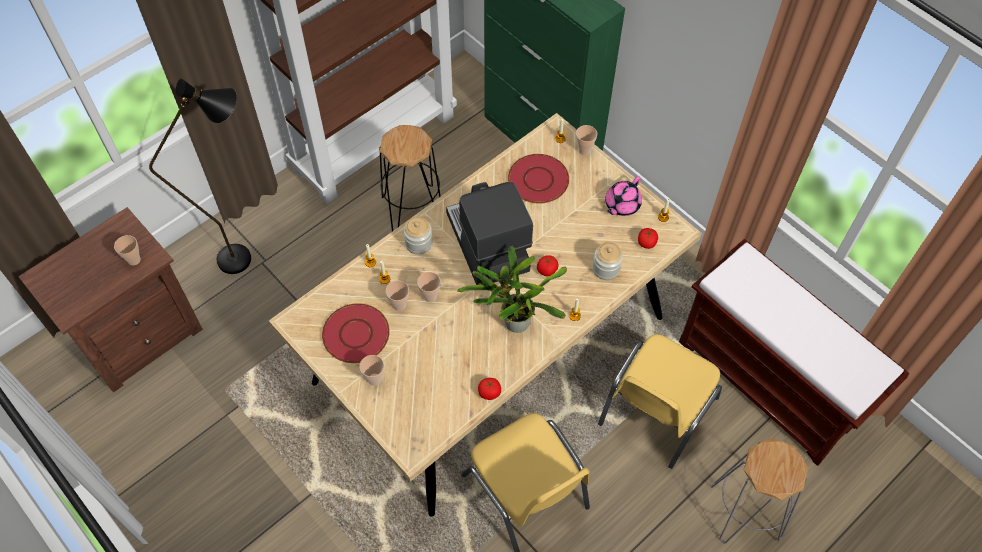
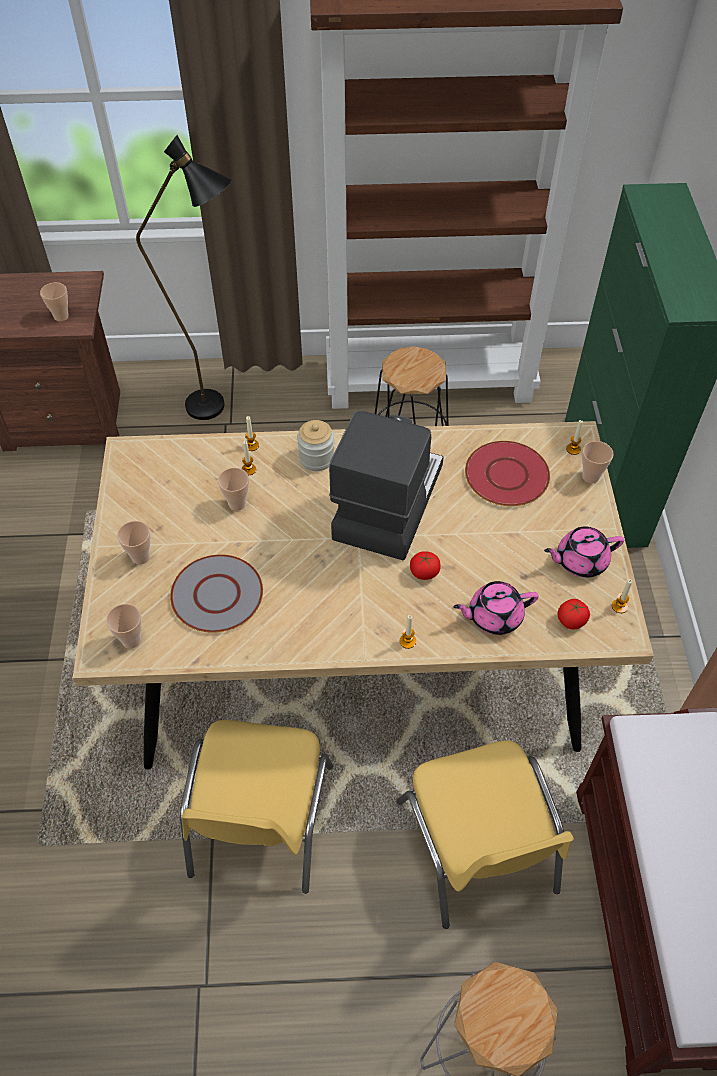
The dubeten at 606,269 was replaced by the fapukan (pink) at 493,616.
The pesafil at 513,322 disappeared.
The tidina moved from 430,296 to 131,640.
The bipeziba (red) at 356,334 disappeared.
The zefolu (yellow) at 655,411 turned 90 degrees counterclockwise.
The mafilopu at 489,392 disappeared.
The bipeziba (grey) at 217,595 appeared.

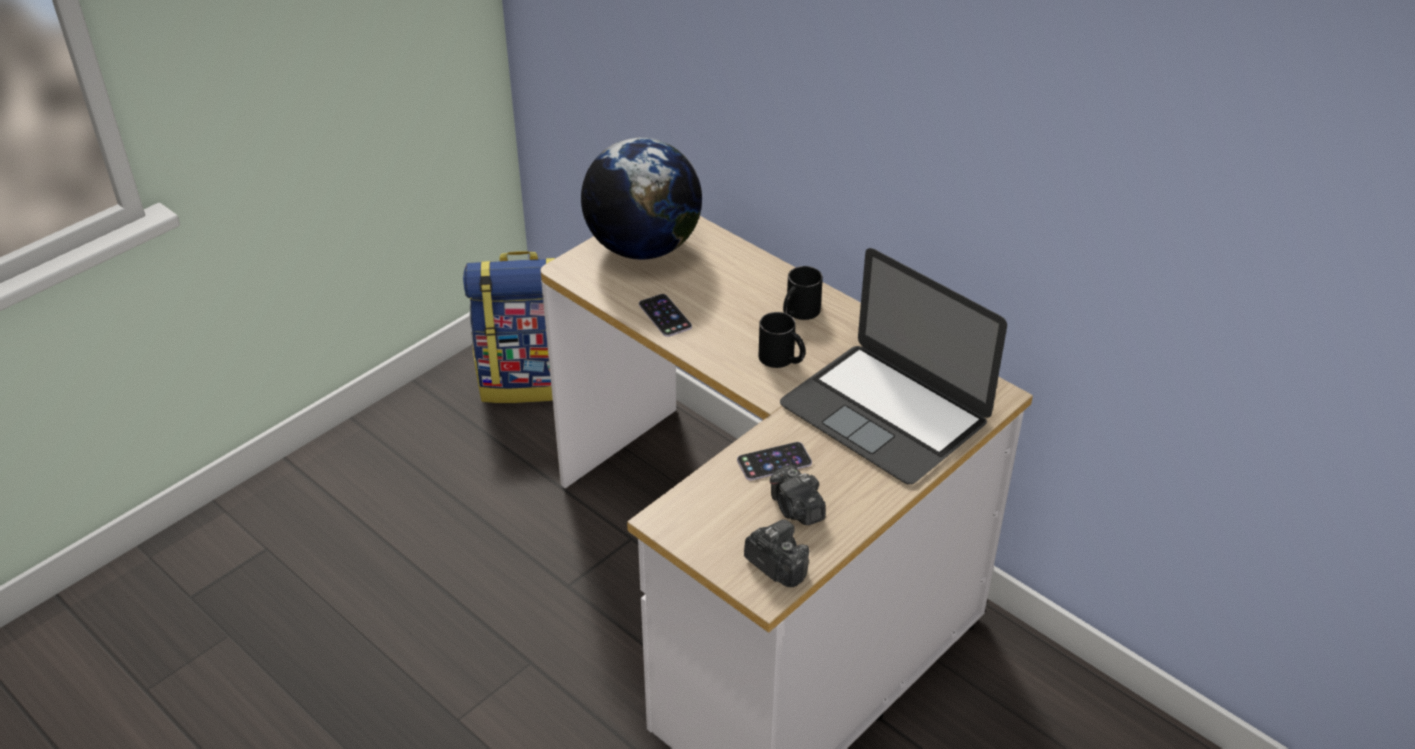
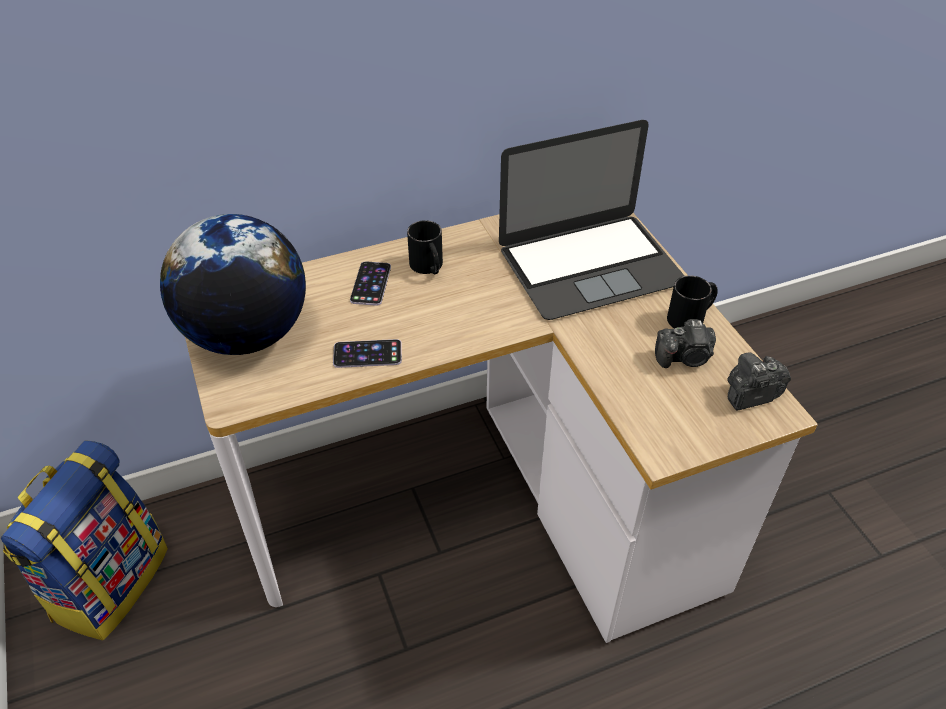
The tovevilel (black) moved from 782,359 to 691,317.
The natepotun moved from 774,461 to 371,283.

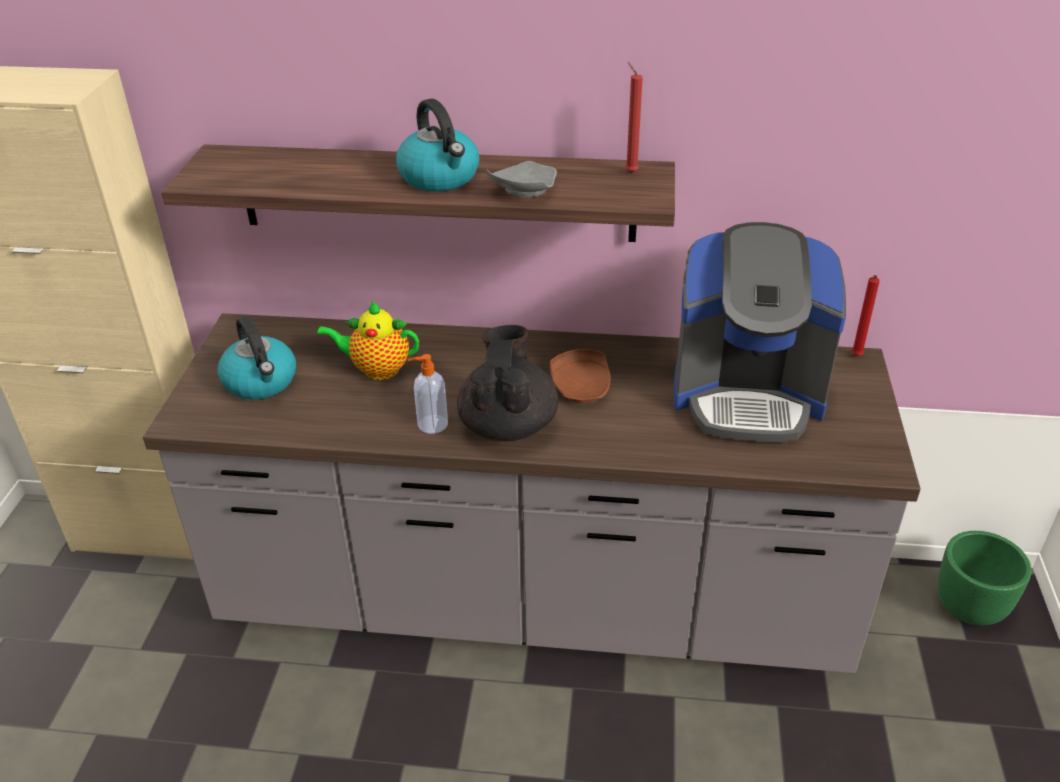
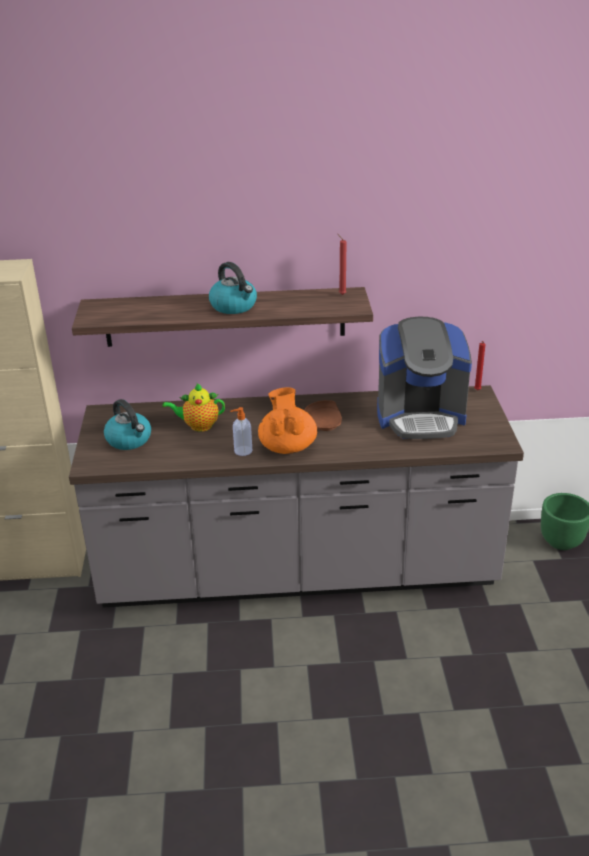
The bipeziba (grey) at 522,191 disappeared.
The fapukan (black) at 508,425 became the fapukan (orange) at 287,446.

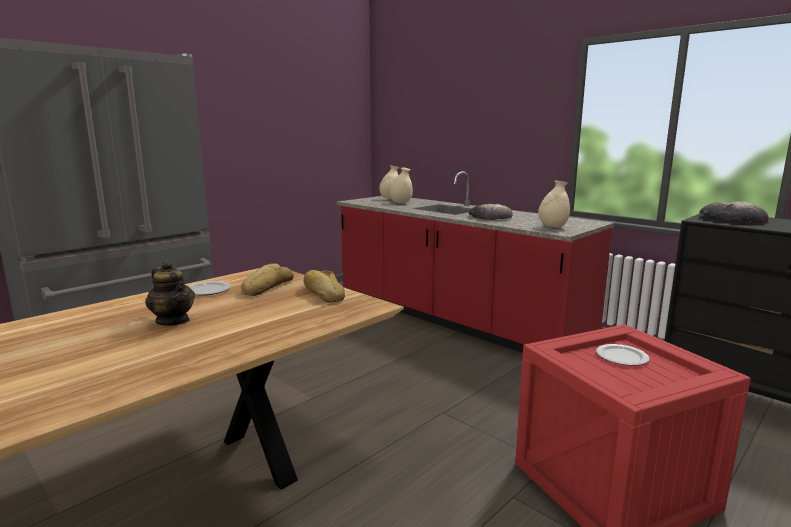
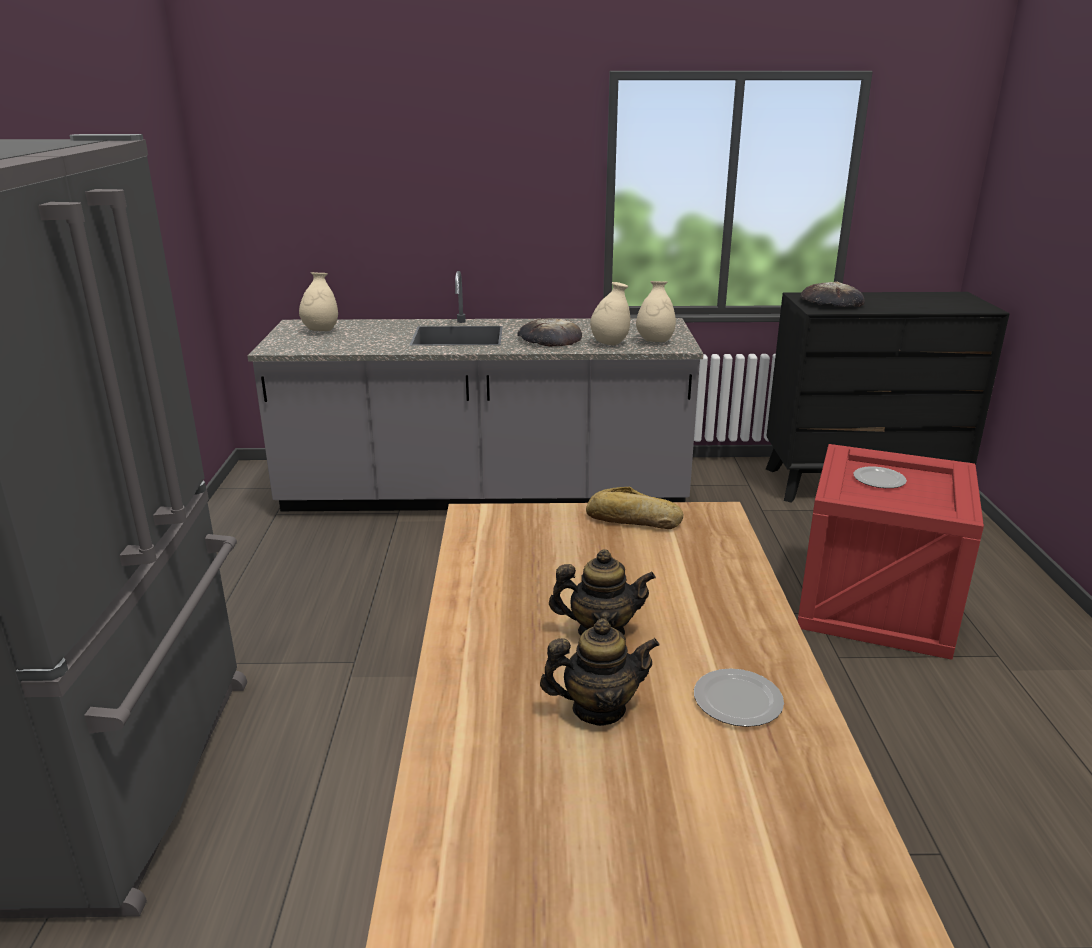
The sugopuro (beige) moved from 401,203 to 609,343.
The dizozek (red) at 454,318 became the dizozek (grey) at 485,493.
The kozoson at 266,287 disappeared.
The bipeziba moved from 208,290 to 736,700.
The fapukan at 598,709 appeared.

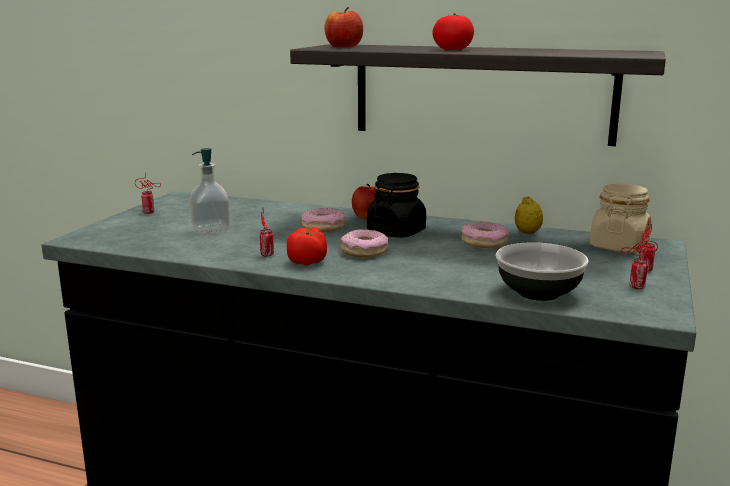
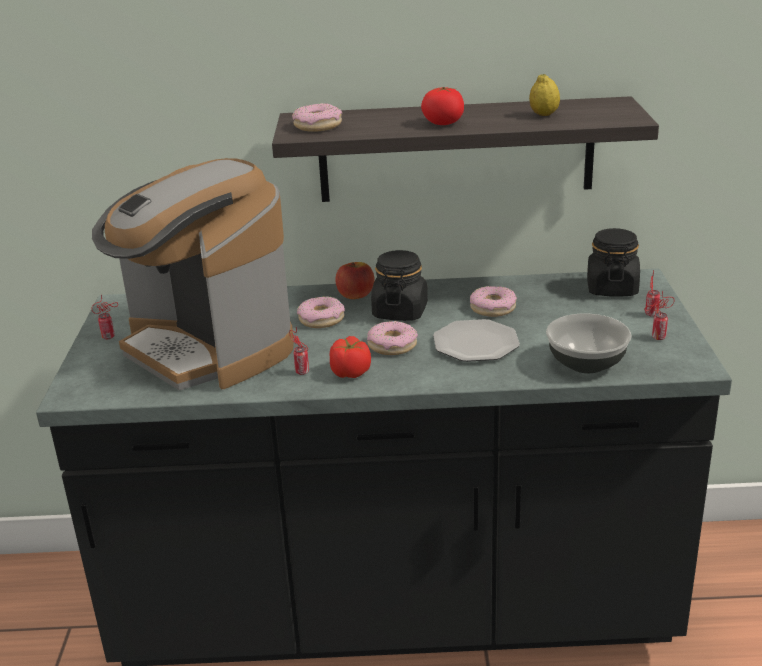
The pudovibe at 343,46 was replaced by the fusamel at 317,126.
The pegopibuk at 211,229 was replaced by the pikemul at 207,348.
The dubeten (beige) at 618,246 became the dubeten (black) at 611,288.
The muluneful moved from 527,232 to 544,115.
The bipeziba at 475,344 appeared.

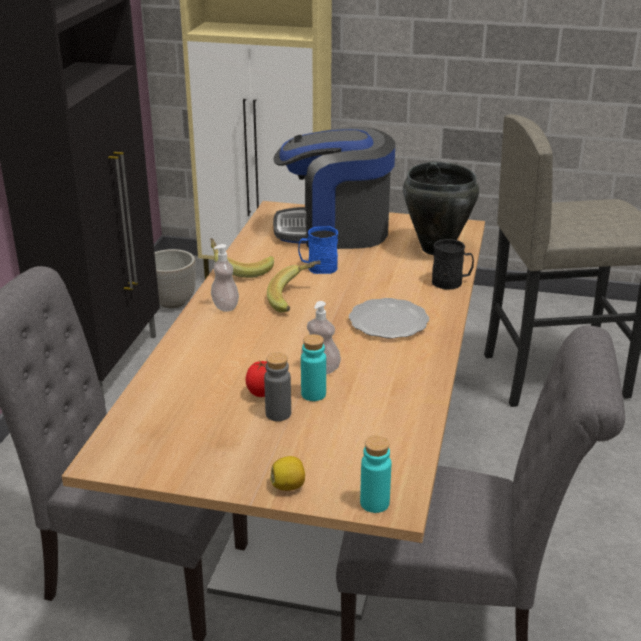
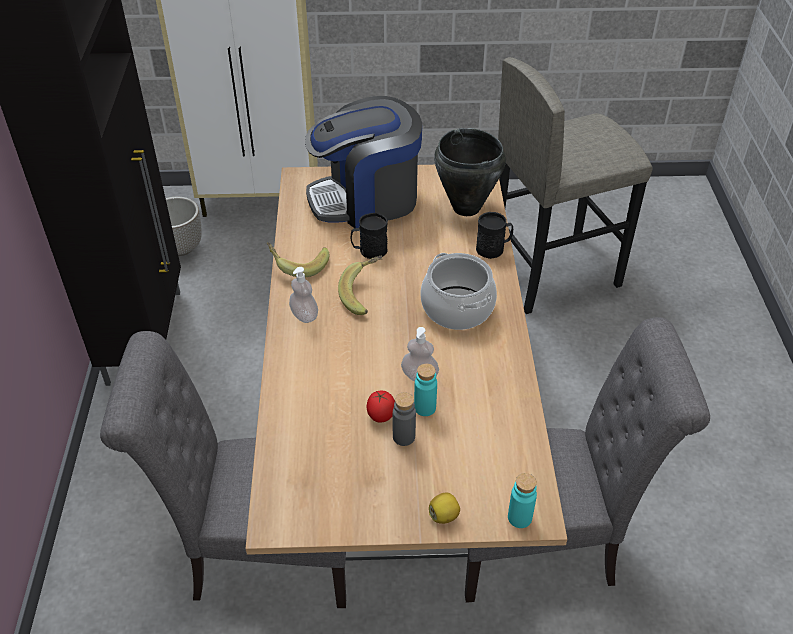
The tovevilel (blue) at 318,268 became the tovevilel (black) at 369,250.
The bipeziba at 389,322 was replaced by the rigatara at 458,308.

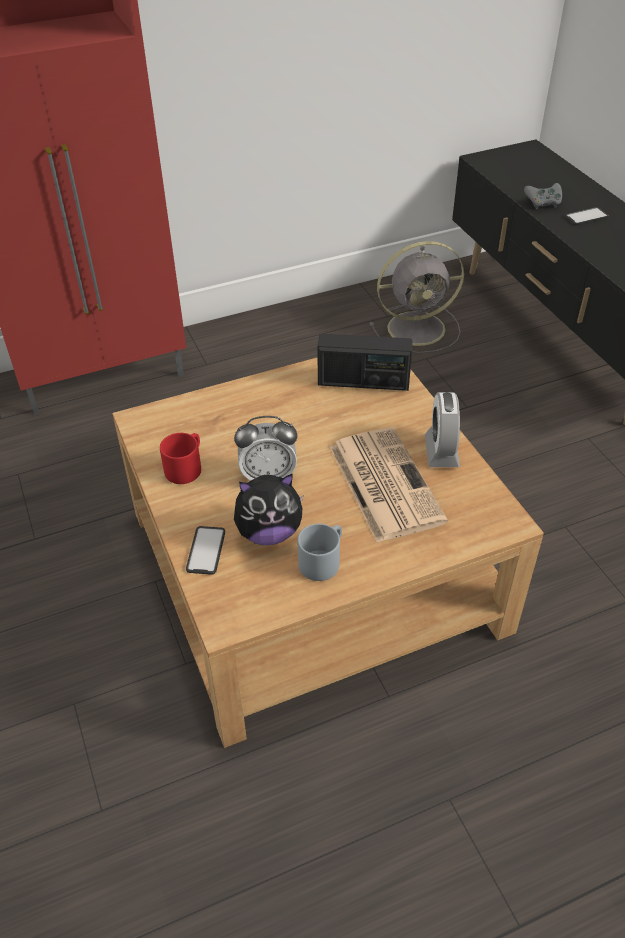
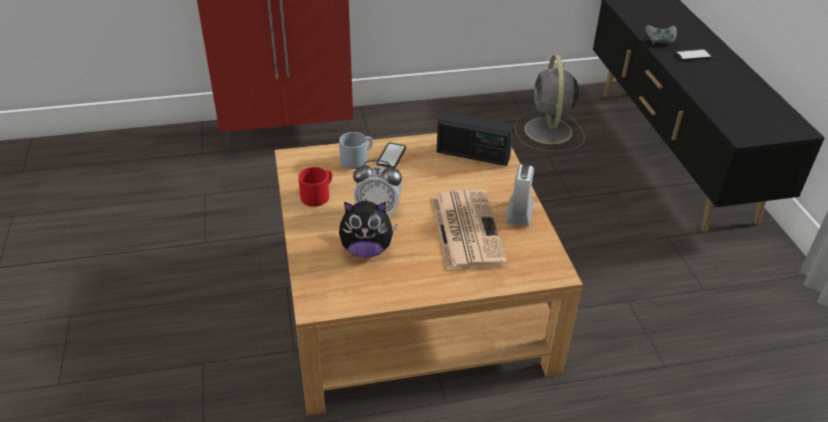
The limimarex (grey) at 419,328 turned 90 degrees clockwise.
The tovevilel (grey) moved from 322,559 to 357,159.
The natepotun moved from 206,551 to 391,156.

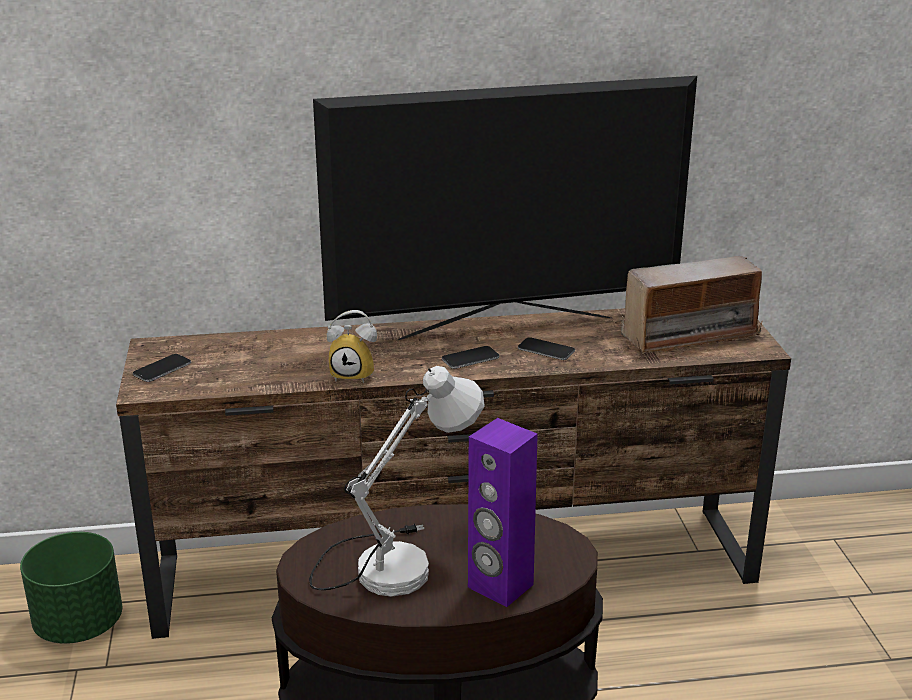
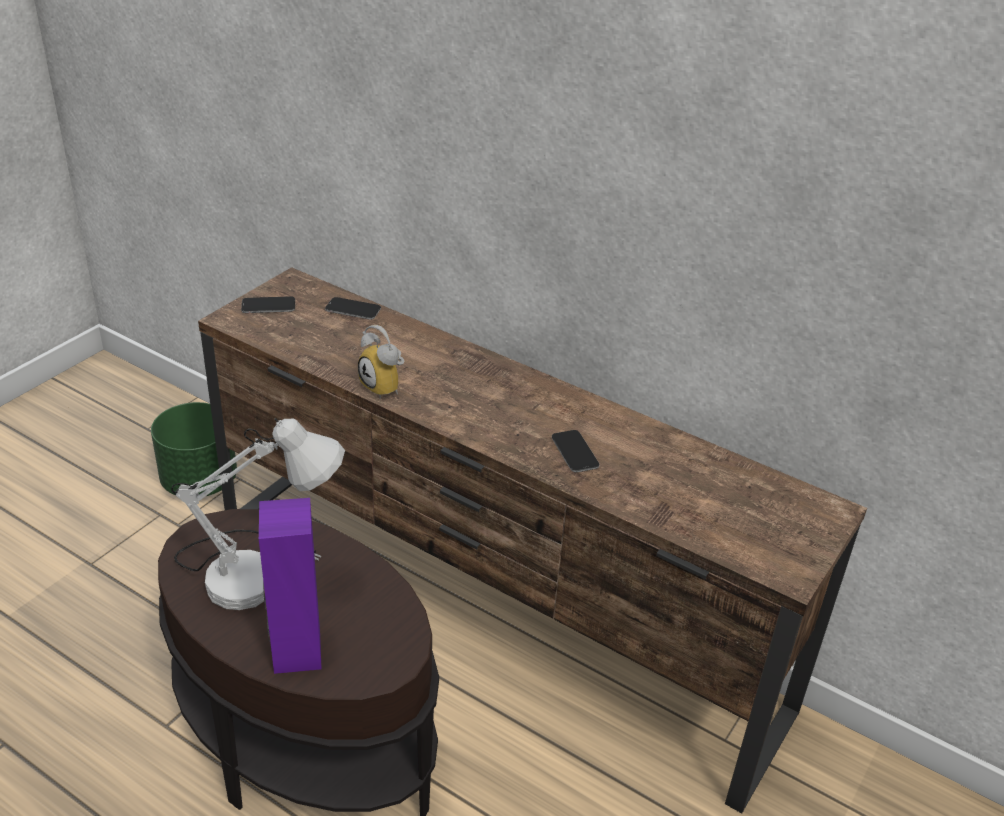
The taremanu at 505,327 disappeared.
The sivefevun at 689,336 disappeared.
The natepotun moved from 470,359 to 353,309.

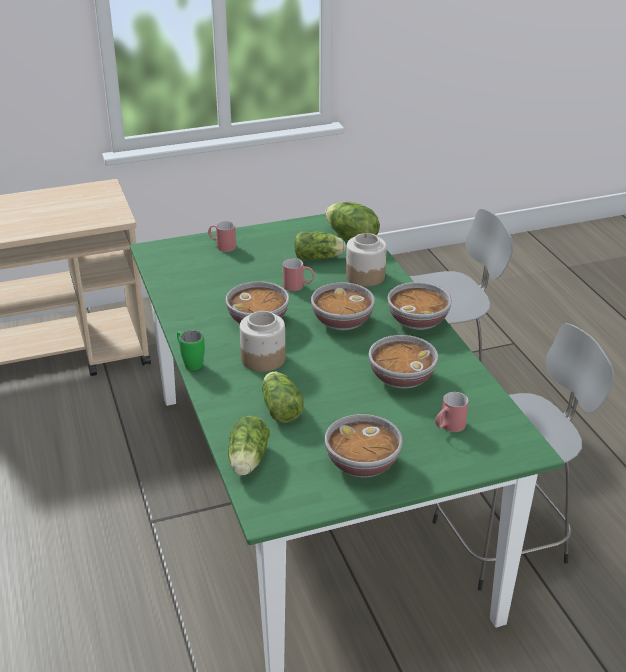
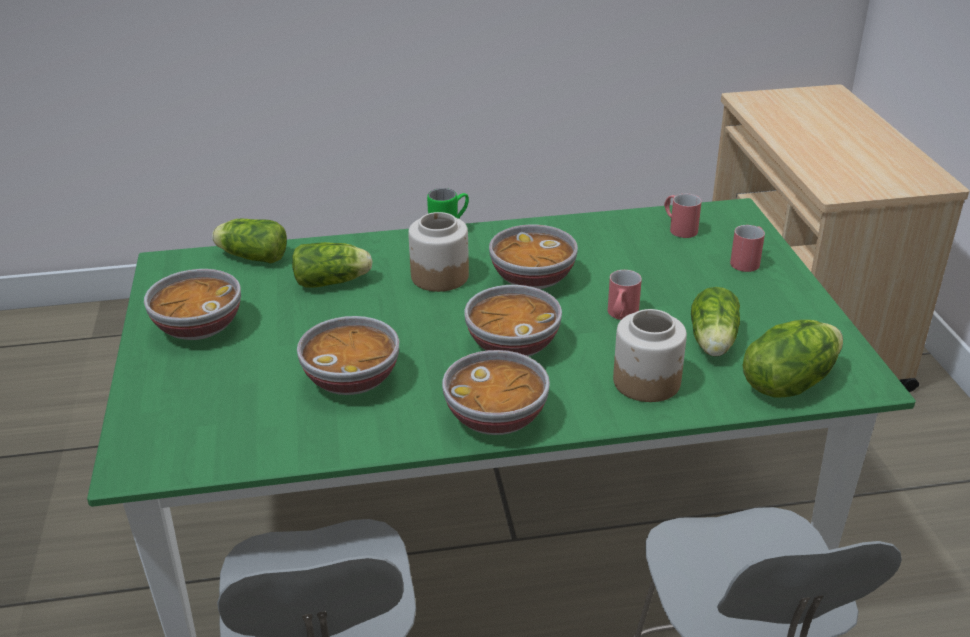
The tovevilel (red) moved from 448,427 to 678,228.

